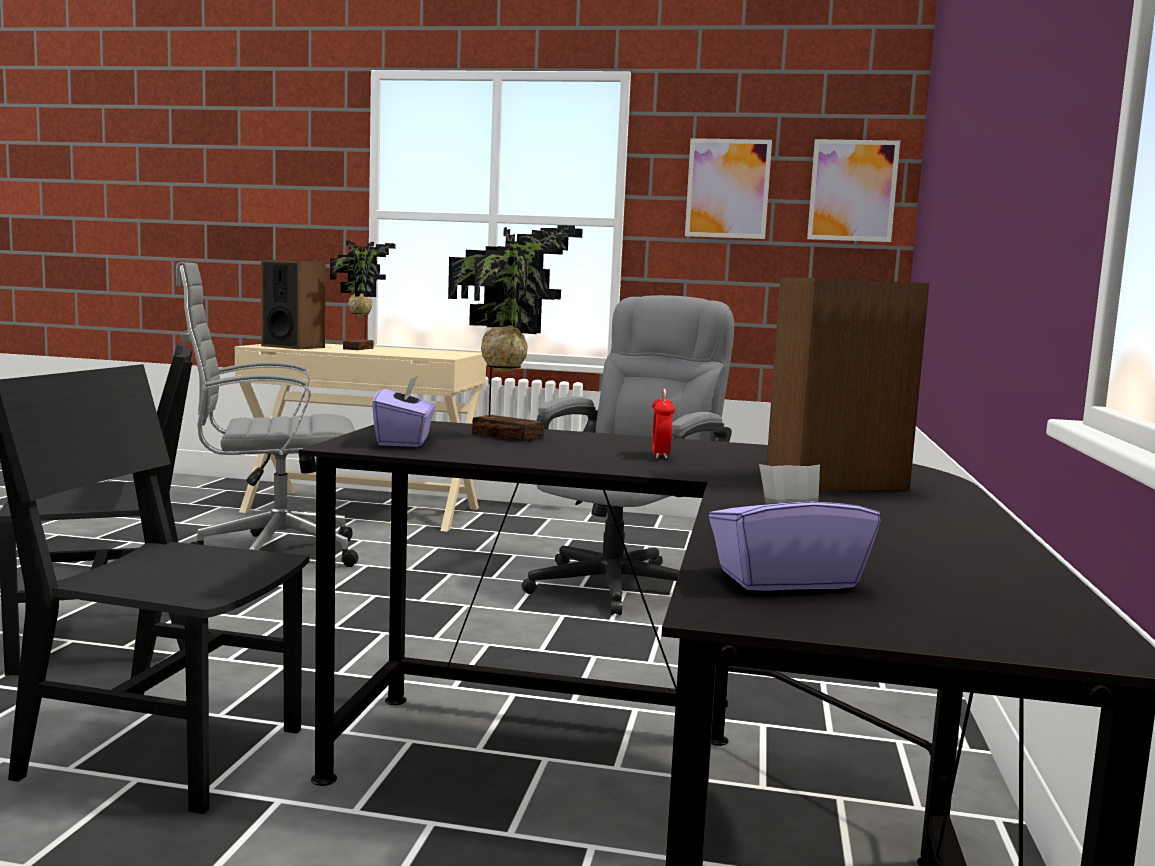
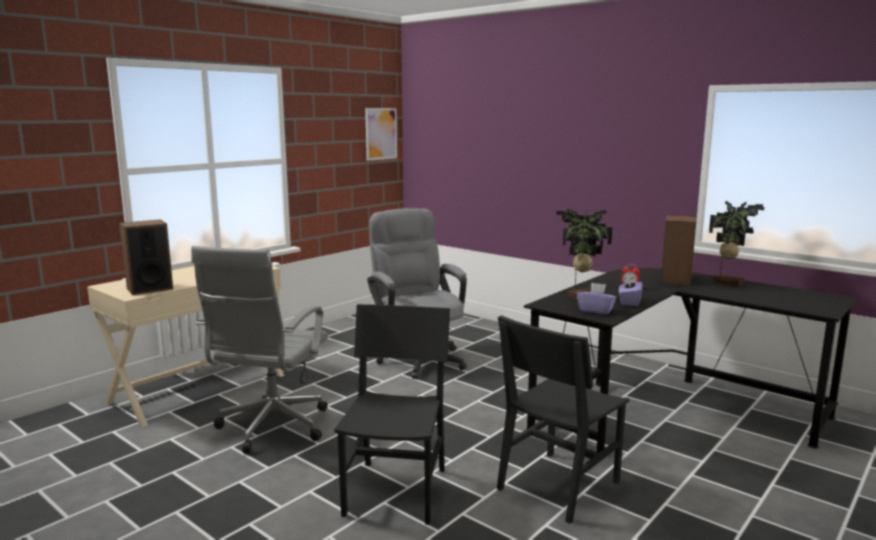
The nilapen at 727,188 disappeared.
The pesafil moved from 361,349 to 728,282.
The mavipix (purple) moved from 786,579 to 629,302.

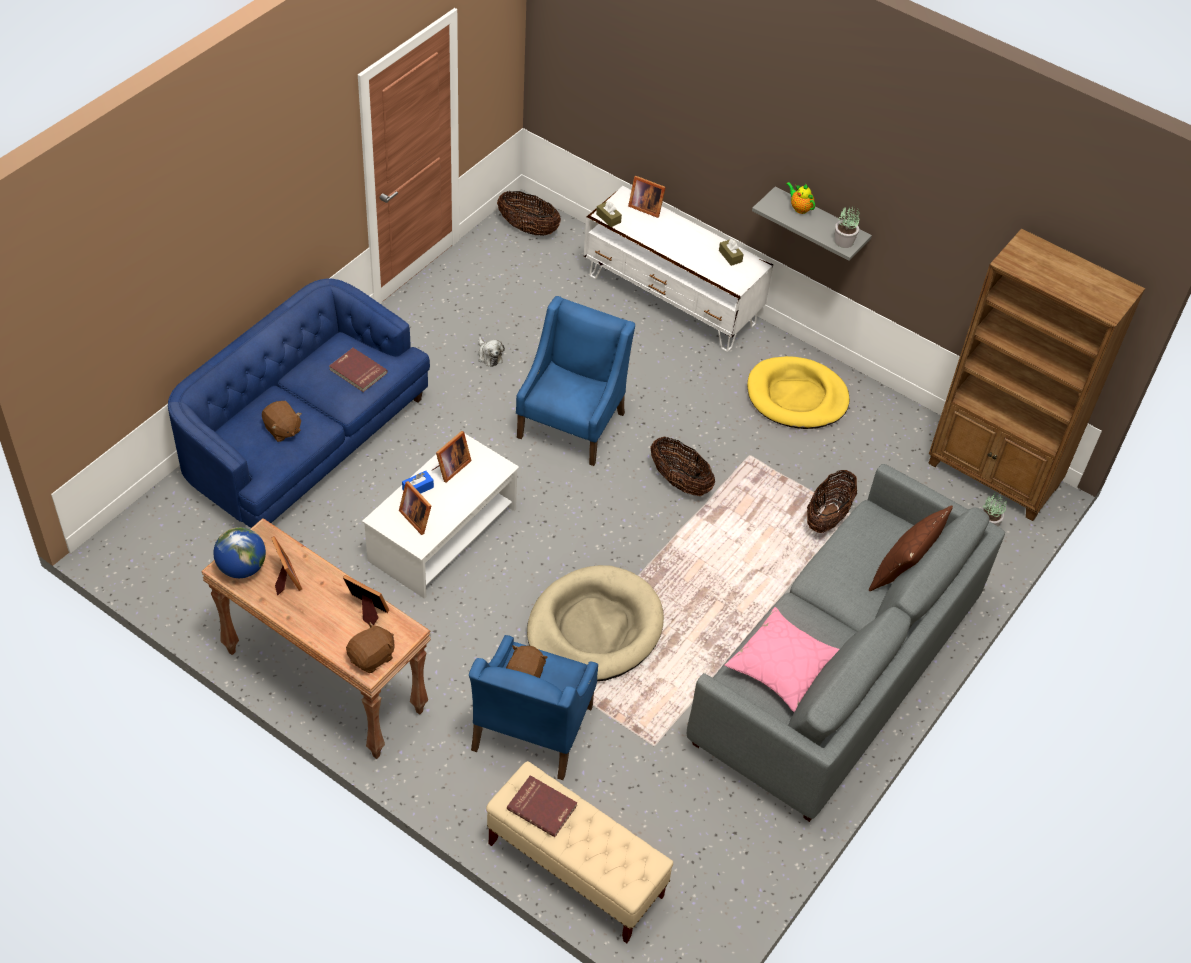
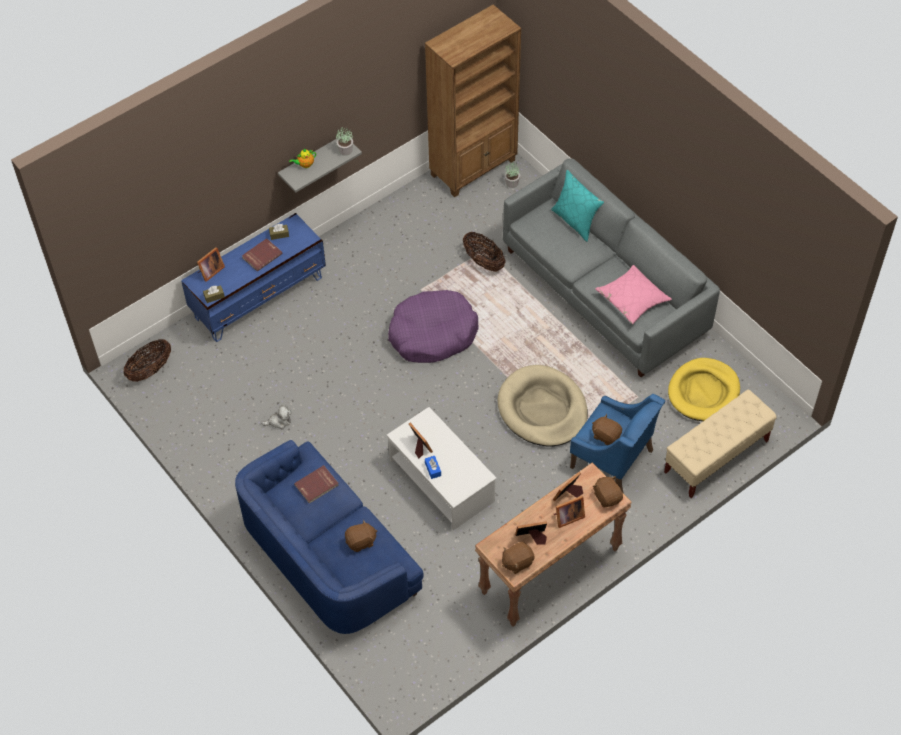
The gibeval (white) at 671,300 became the gibeval (blue) at 259,297.
The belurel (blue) at 572,424 disappeared.
The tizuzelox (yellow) moved from 796,397 to 704,392.
The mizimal at 680,482 was replaced by the tizuzelox (purple) at 432,334.
The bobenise moved from 417,517 to 567,517.
The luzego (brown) at 902,571 became the luzego (turquoise) at 575,221.
The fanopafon at 242,568 was replaced by the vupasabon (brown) at 517,562.
The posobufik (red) moved from 542,806 to 261,255.

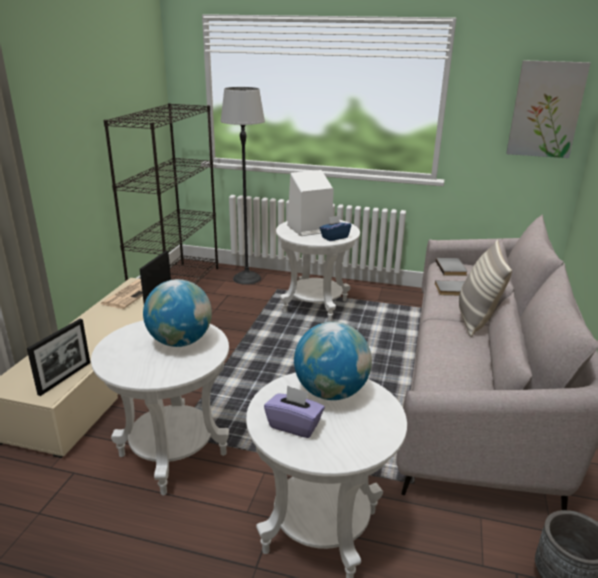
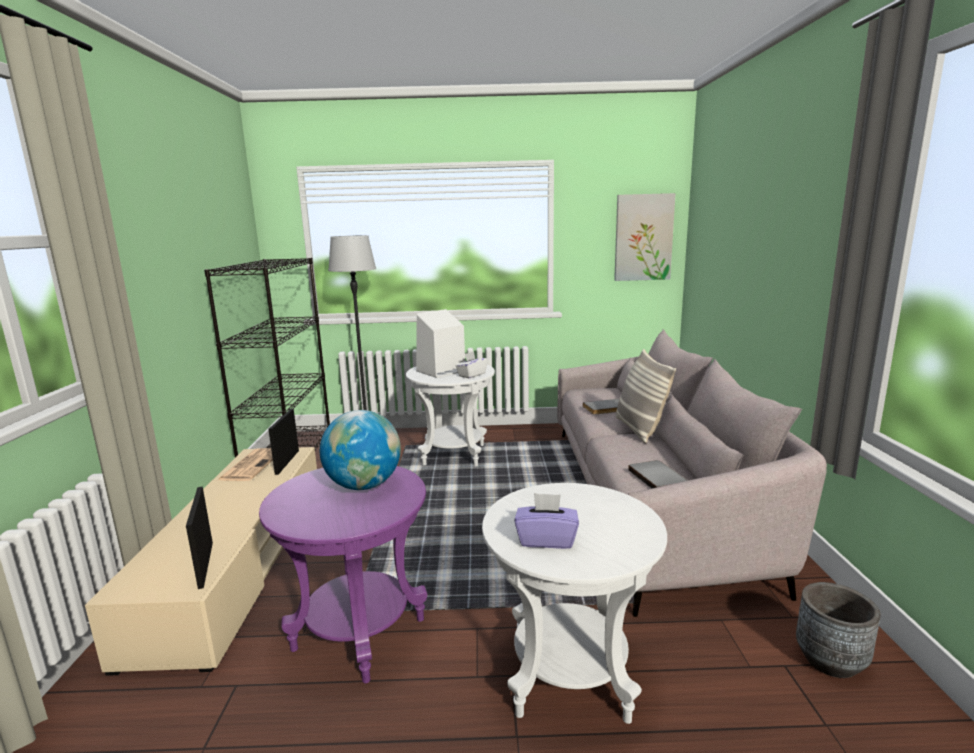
The mavipix (blue) at 334,237 became the mavipix (white) at 471,375.
The posobufik (grey) moved from 452,268 to 659,478.
The bobenise at 65,378 turned 150 degrees clockwise.
The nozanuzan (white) at 173,454 became the nozanuzan (purple) at 359,633.
The fanopafon at 331,392 disappeared.

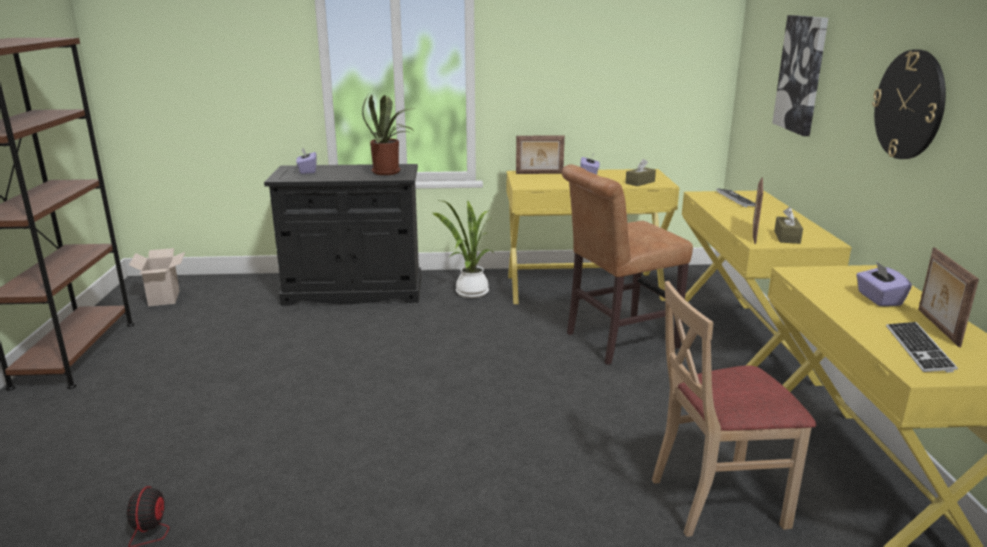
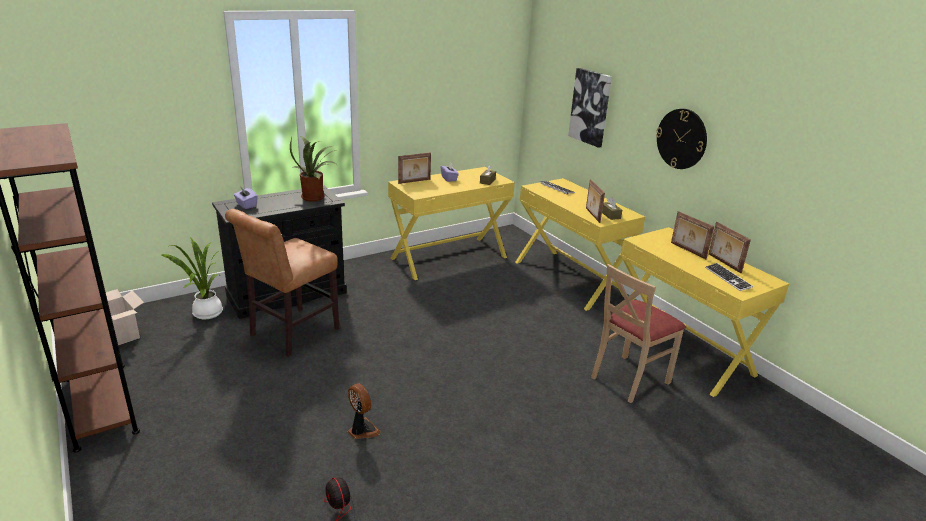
The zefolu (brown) moved from 616,341 to 291,334.
The pesafil moved from 469,293 to 205,314.
The mavipix (purple) at 878,299 was replaced by the bobenise at 687,250.
The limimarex at 362,430 appeared.

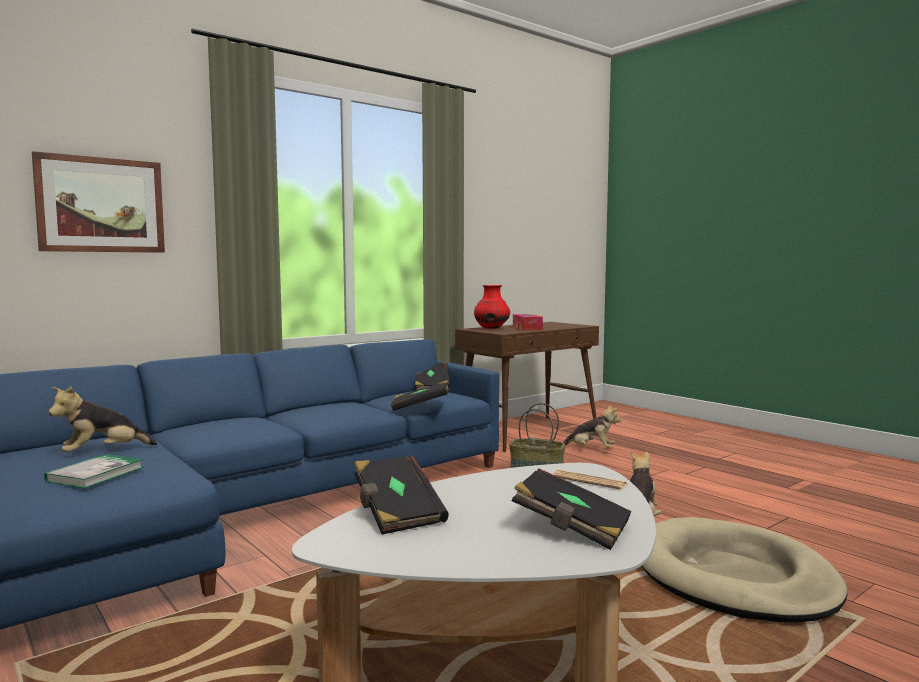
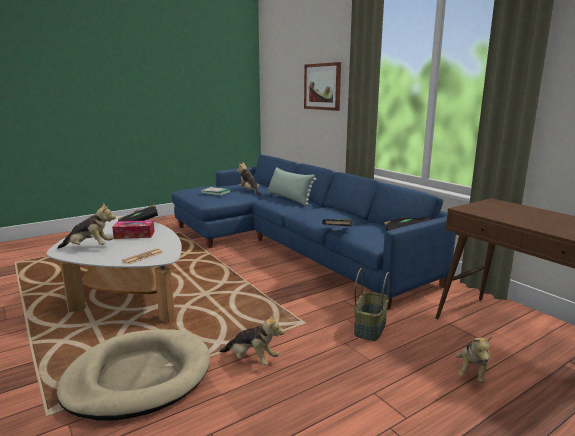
The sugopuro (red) at 491,329 disappeared.
The mavipix moved from 527,328 to 134,235.
The posobufik (black) at 571,529 was replaced by the vupasabon at 89,247.
The luzego (green) at 289,198 appeared.

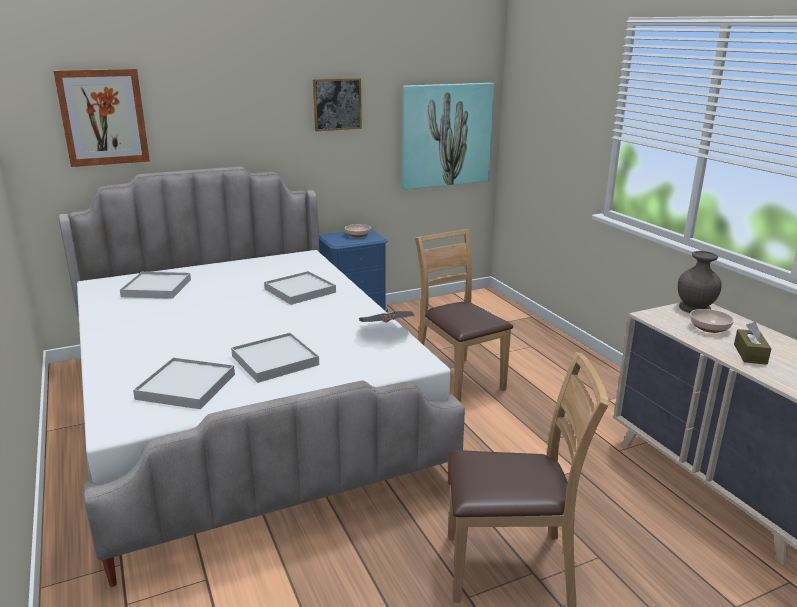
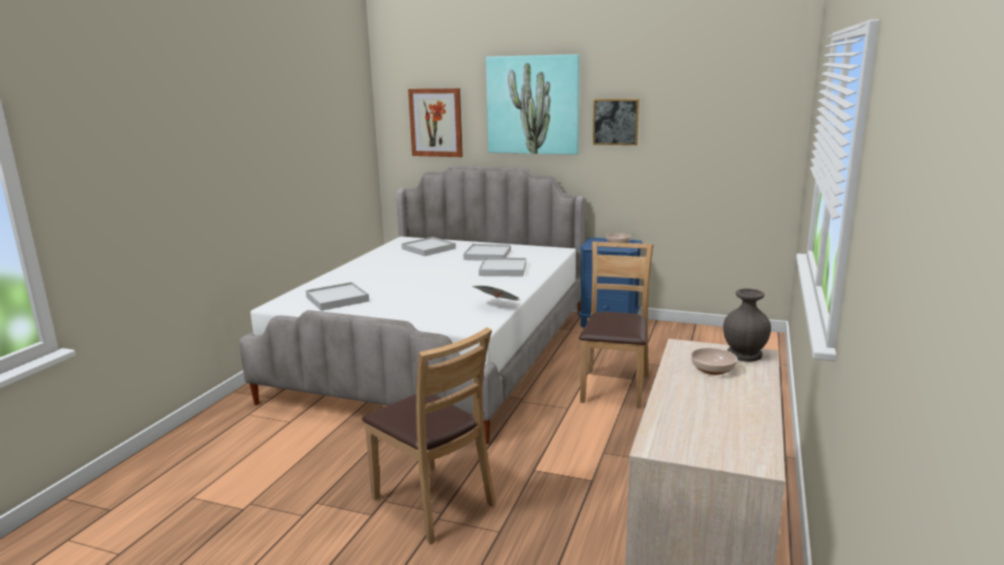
The nilapen moved from 446,135 to 533,105.
The mavipix (brown) at 750,354 disappeared.
The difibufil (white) moved from 275,360 to 487,255.

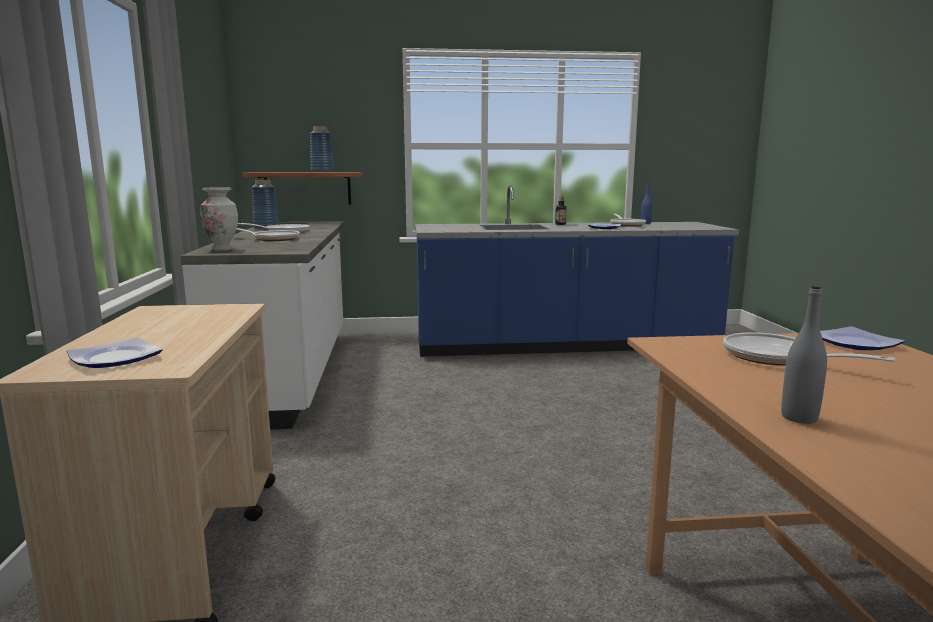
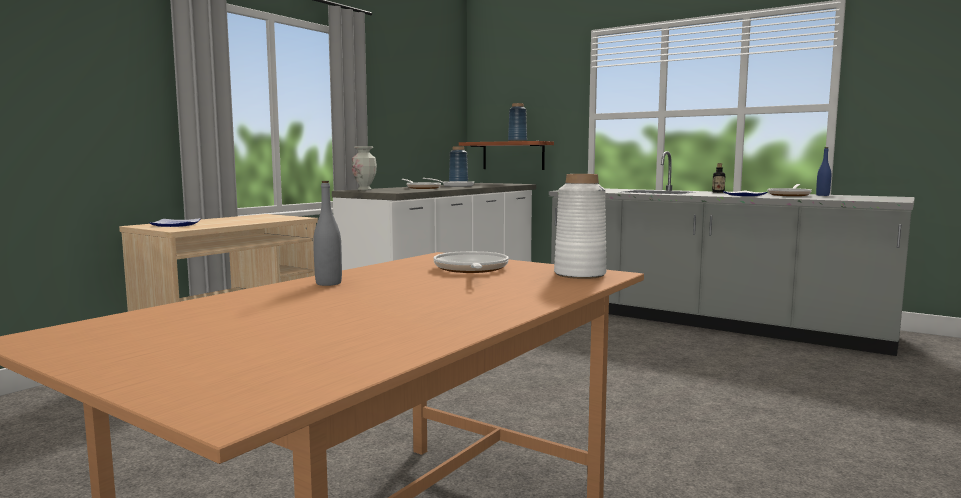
The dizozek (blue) at 565,345 became the dizozek (grey) at 709,322.
The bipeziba at 853,343 was replaced by the sugopuro (white) at 579,274.

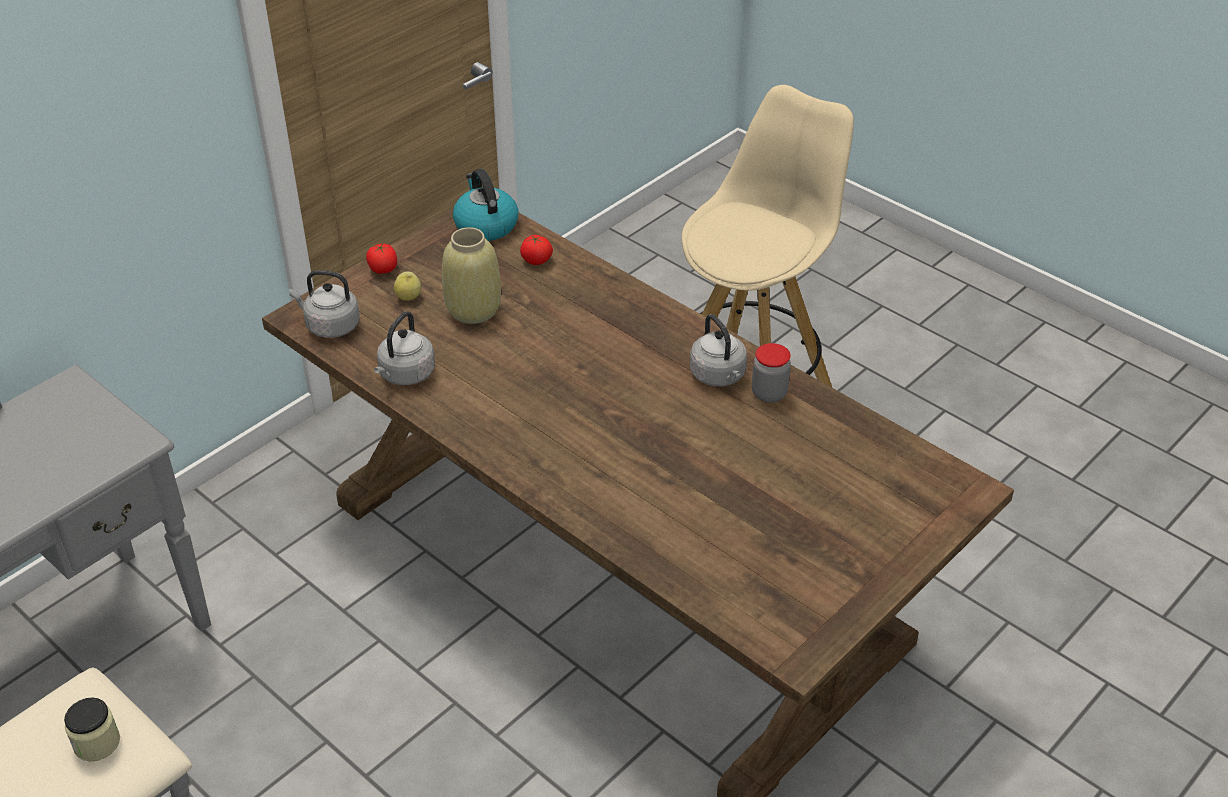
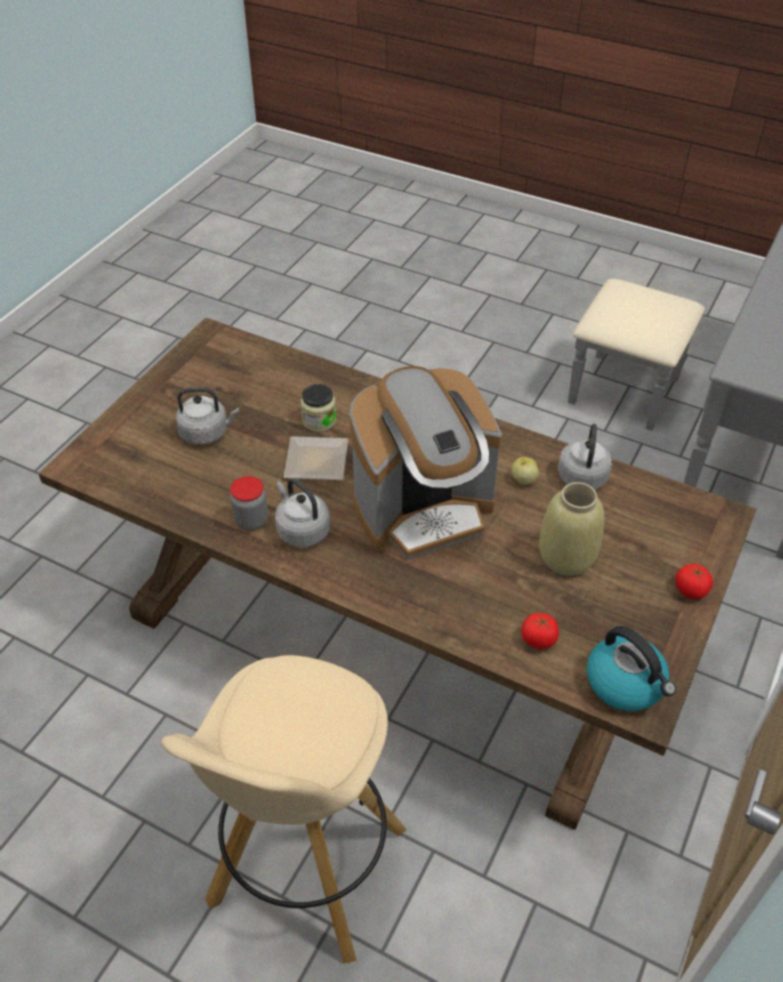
The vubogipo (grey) moved from 330,326 to 207,433.
The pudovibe moved from 409,297 to 523,480.
The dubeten moved from 97,743 to 319,421.
The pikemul at 424,510 appeared.
The bipeziba at 314,463 appeared.

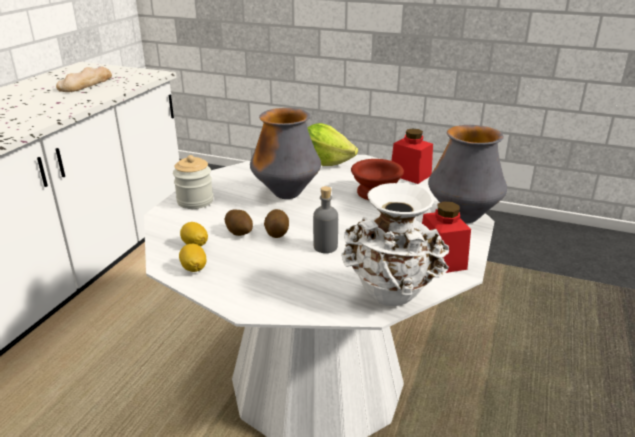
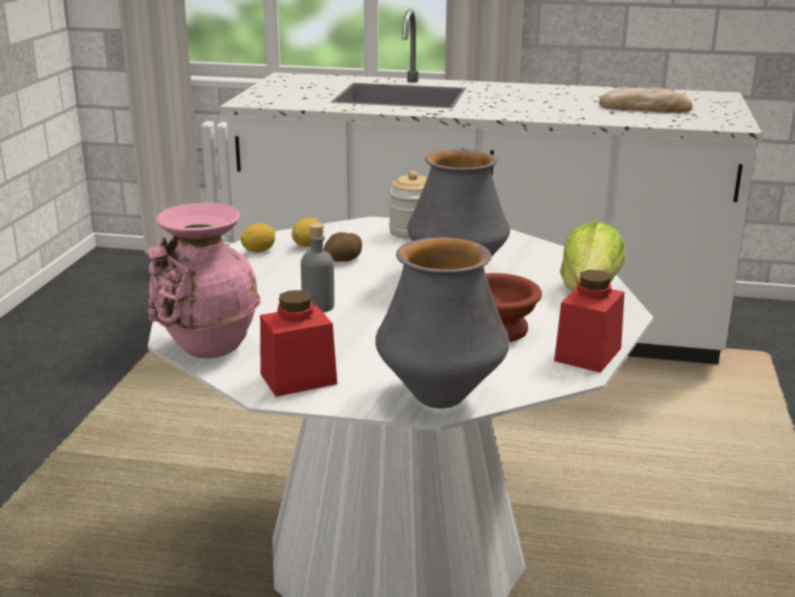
The sugopuro (white) at 391,297 became the sugopuro (pink) at 205,348.
The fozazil at 276,232 disappeared.

